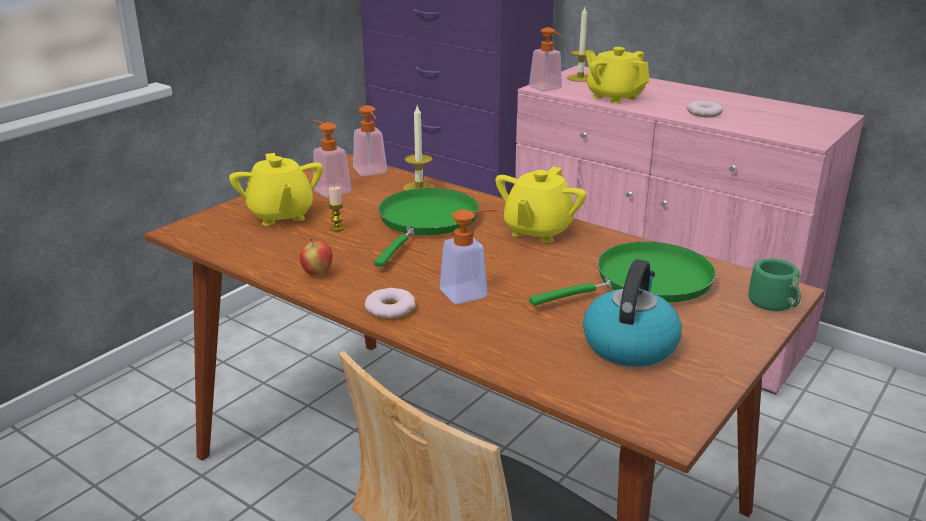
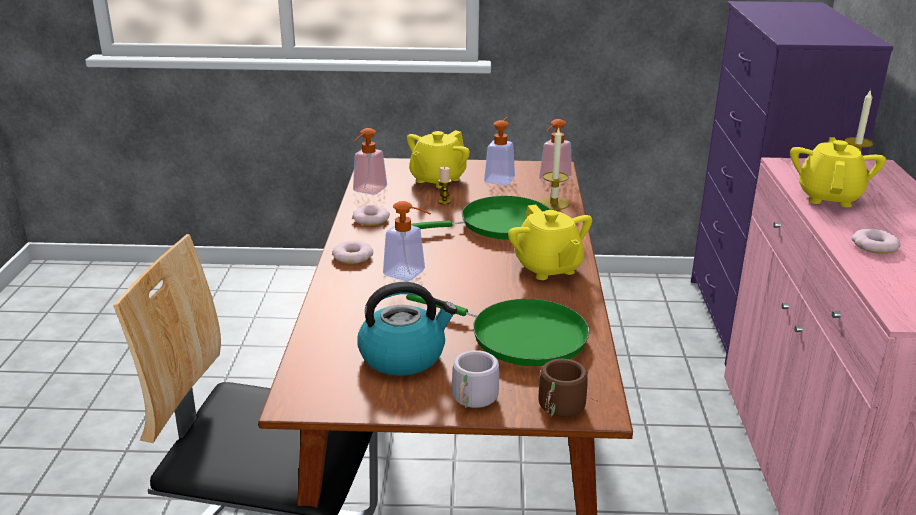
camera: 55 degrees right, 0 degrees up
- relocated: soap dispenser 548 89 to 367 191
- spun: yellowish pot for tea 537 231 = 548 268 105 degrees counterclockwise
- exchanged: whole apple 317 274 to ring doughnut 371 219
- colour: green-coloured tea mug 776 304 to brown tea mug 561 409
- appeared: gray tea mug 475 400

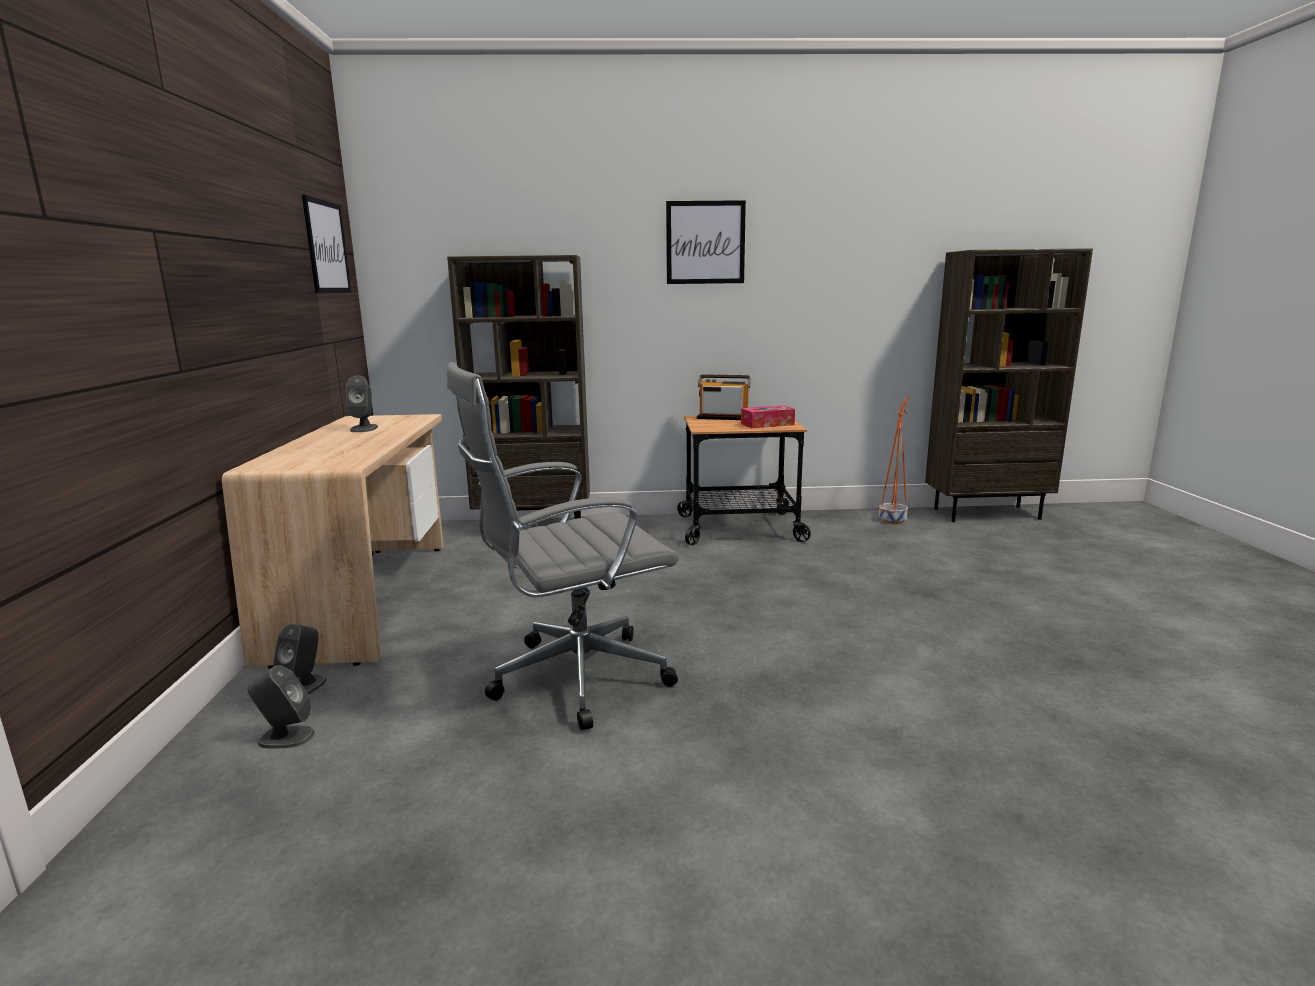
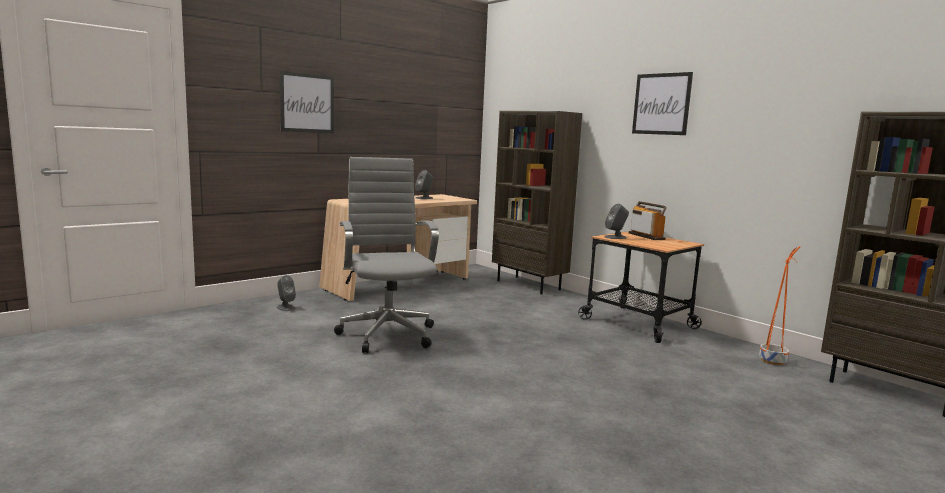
camera: 50 degrees right, 5 degrees down
- relocated: wall art 327 247 to 307 103
- spun: gray computer chair 572 679 = 387 333 45 degrees clockwise
- missing: tissue box 767 424
- relocated: gray speaker 304 687 to 615 237

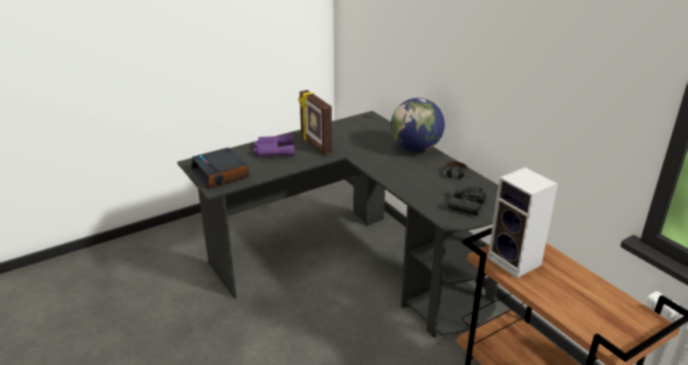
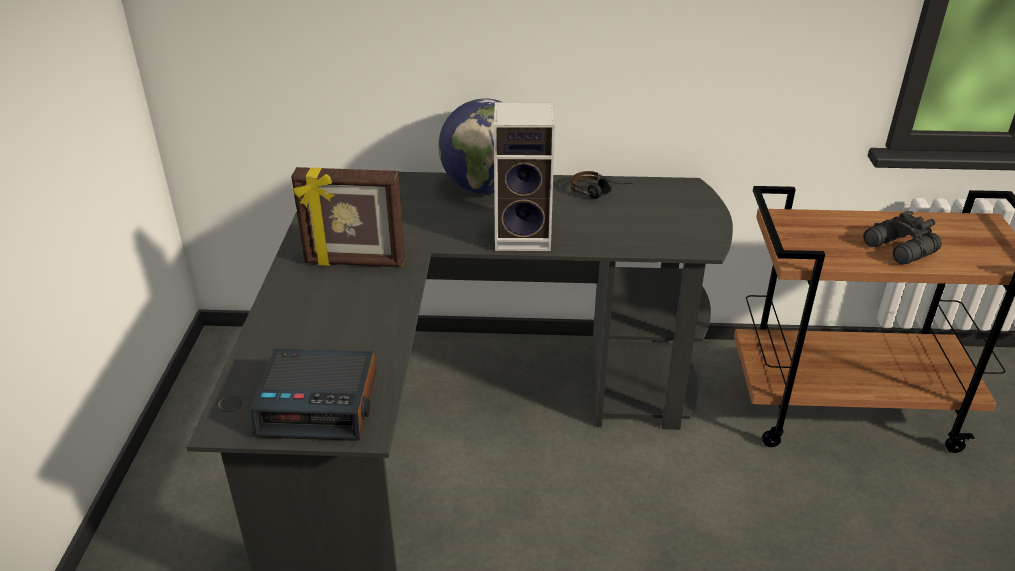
camera: 55 degrees left, 5 degrees up
- missing: purple pair of binoculars 273 150
- relocated: speaker 516 262 to 525 236
- relocated: black pair of binoculars 465 206 to 899 249

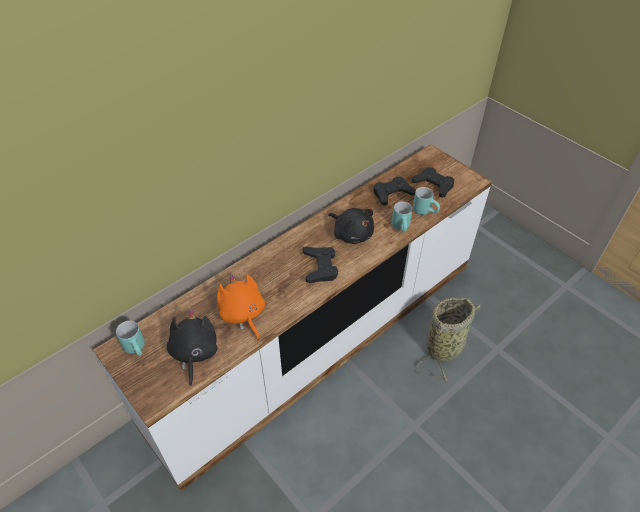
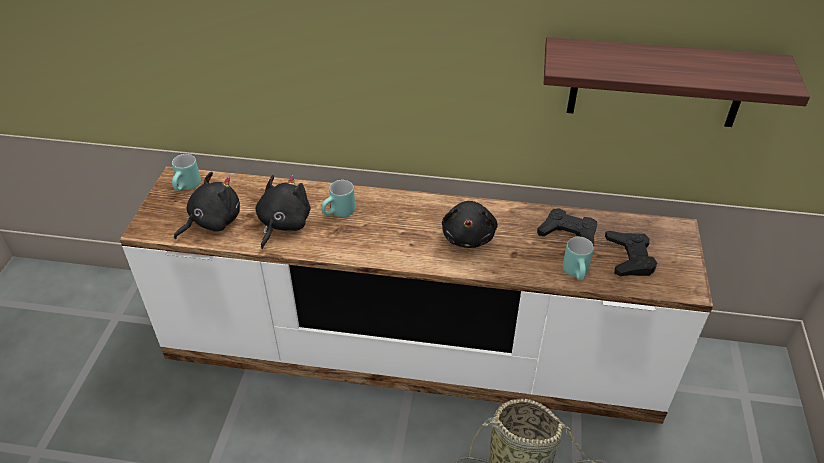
camera: 50 degrees right, 5 degrees down
- relocated: blue-green tea mug 402 227 to 340 214
- missing: black game controller 320 267
- colour: orange soft toy 243 315 to black soft toy 283 224
- appeared: wall shelf 657 83

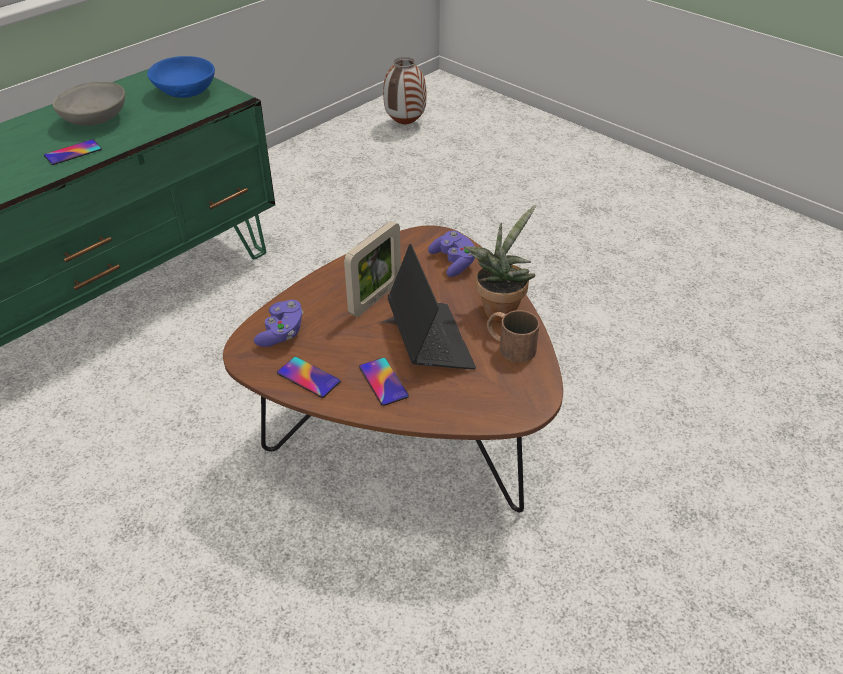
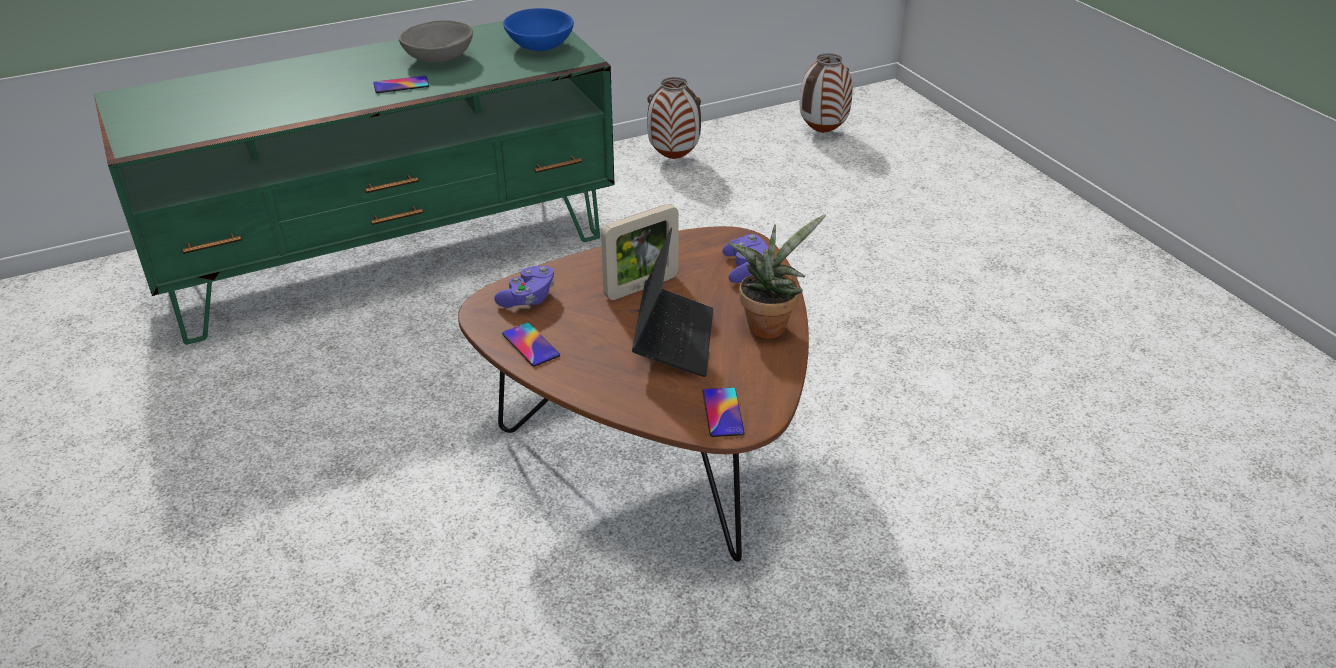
camera: 20 degrees right, 5 degrees down
- missing: brown tea mug 509 346
- relocated: telephone 383 382 to 723 412
- appeared: flower vase 674 158

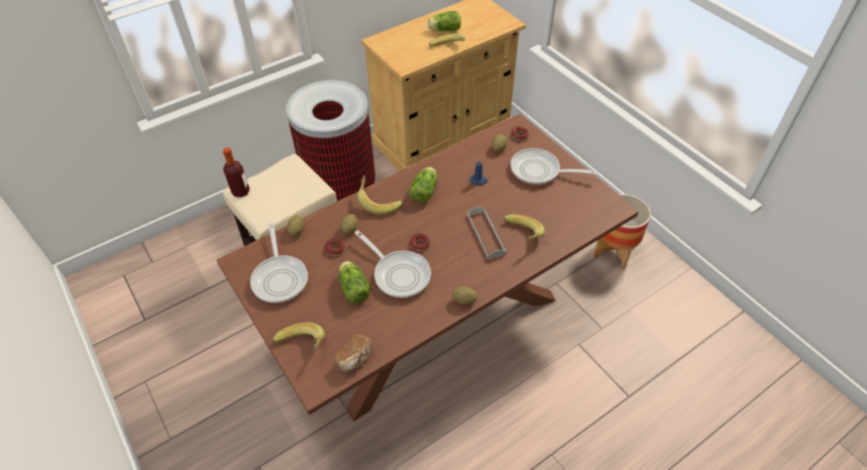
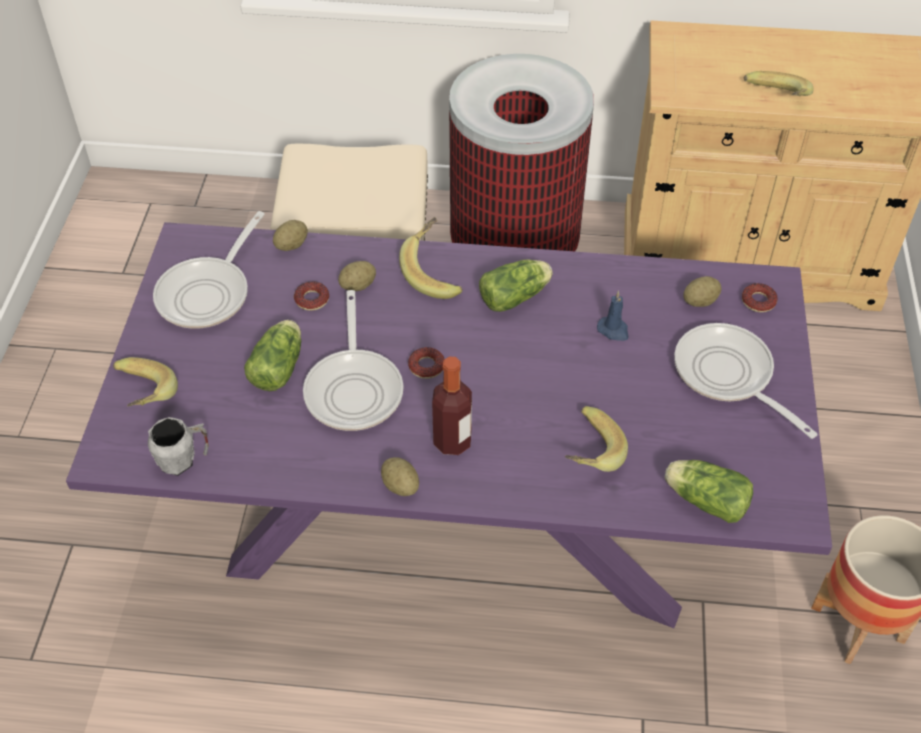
camera: 40 degrees right, 0 degrees up
- relocated: lettuce head 443 30 to 703 500
- colour: brown kitchen table 433 319 to purple kitchen table 461 521
- relocated: beverage bottle 241 192 to 452 441
- missing: gray carrying tray 486 234
- exchanged: baked bread 356 359 to gray tea mug 183 459

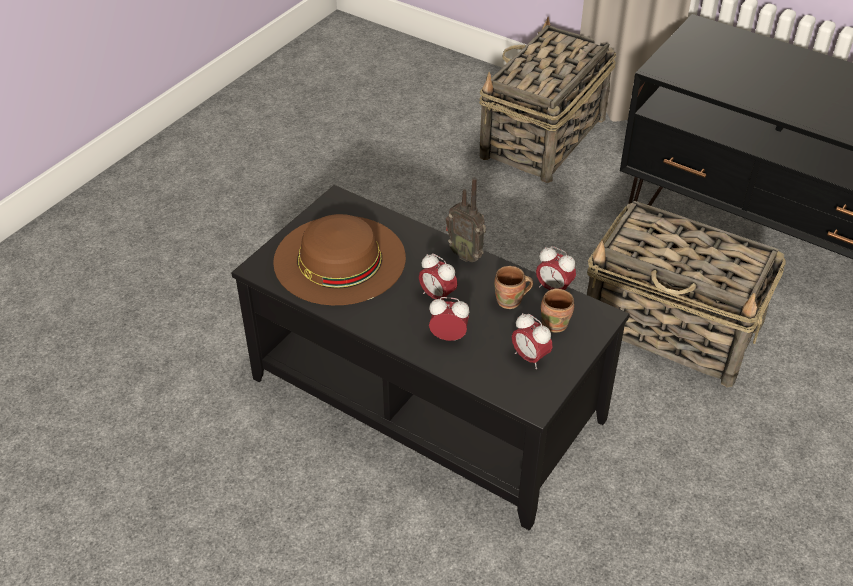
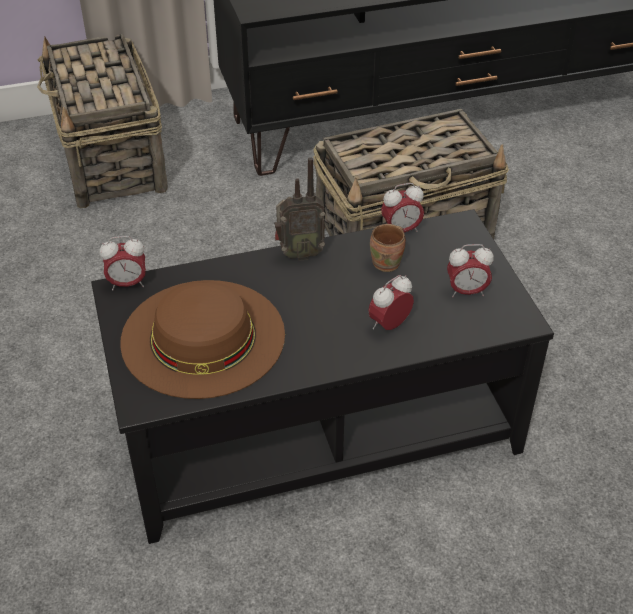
camera: 50 degrees left, 0 degrees up
- relocated: bedside clock 437 296 to 127 284
- missing: brown tea mug 556 323

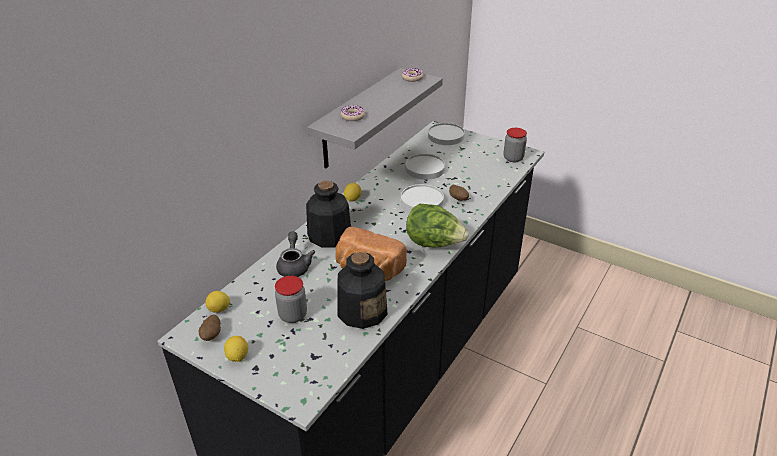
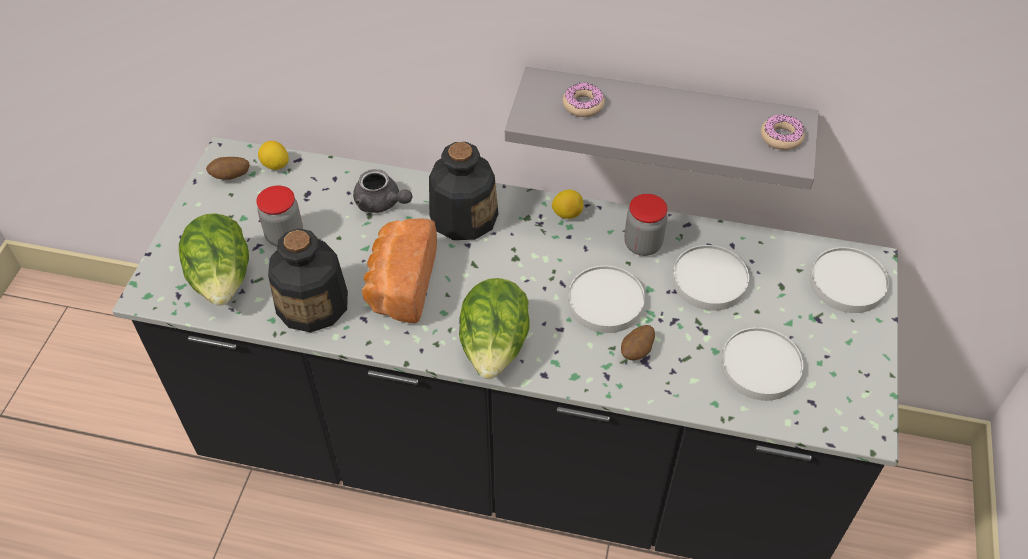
camera: 70 degrees right, 15 degrees up
- relocated: storage jar 513 158 to 642 244
- spun: gray pot for tea 294 265 = 381 203 60 degrees clockwise
- missing: whole lemon 237 356
- appeared: lettuce head 223 280
- appeared: whitish flat dish 759 367

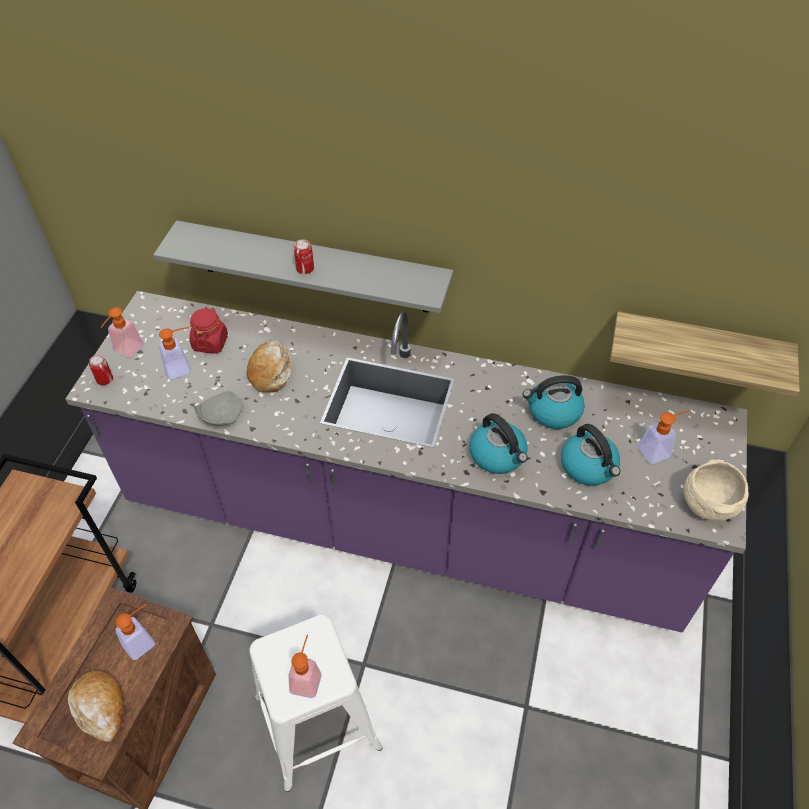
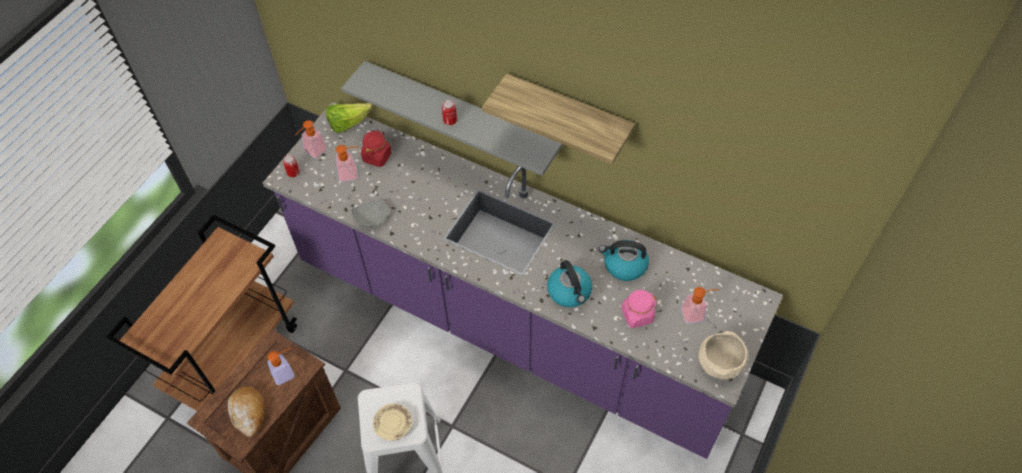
camera: 15 degrees right, 5 degrees up
- relocated: wall shelf 697 349 to 568 115
- missing: baked bread 270 371
- exchanged: kettle 589 467 to pink-coloured storage jar 637 315
- exchanged: soap dispenser 307 677 to beige flat dish 393 425
- appeared: lettuce head 348 123

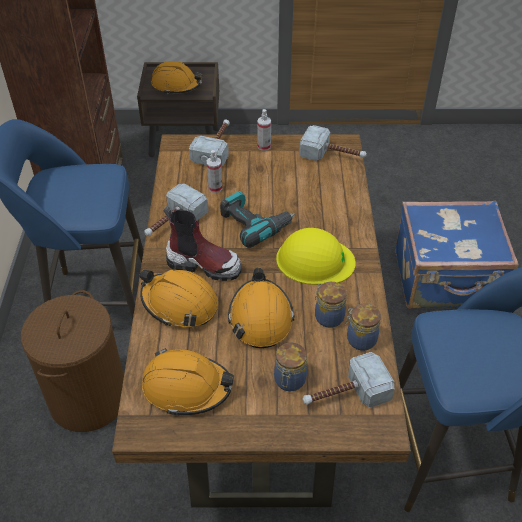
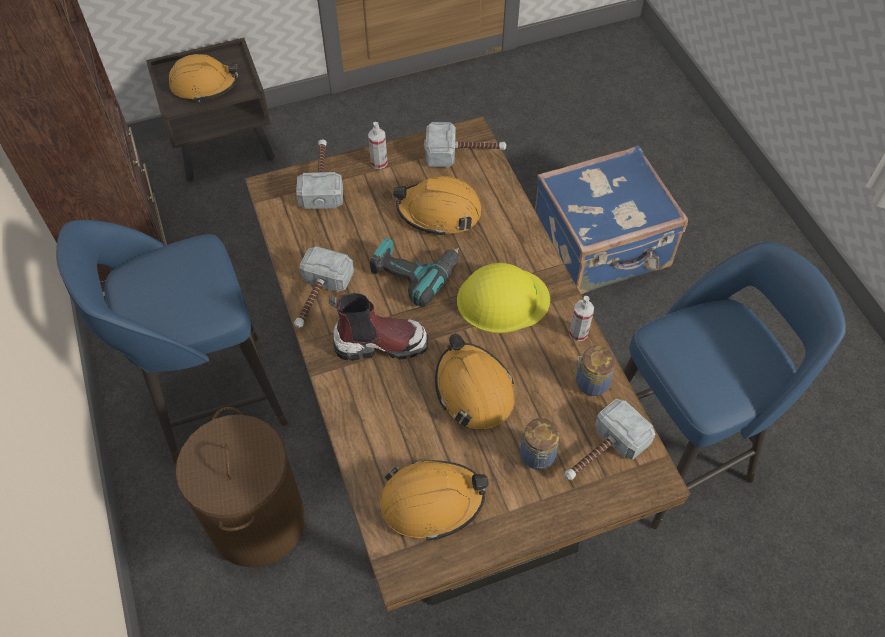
camera: 20 degrees left, 10 degrees up
- relocated: spray bottle 215 188 to 578 333
- relocated: orange hard hat 179 304 to 439 212
- missing: storage jar 328 317

